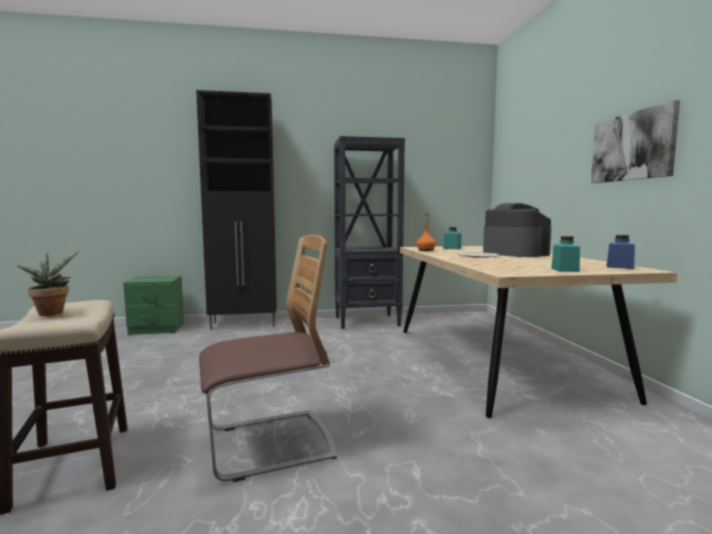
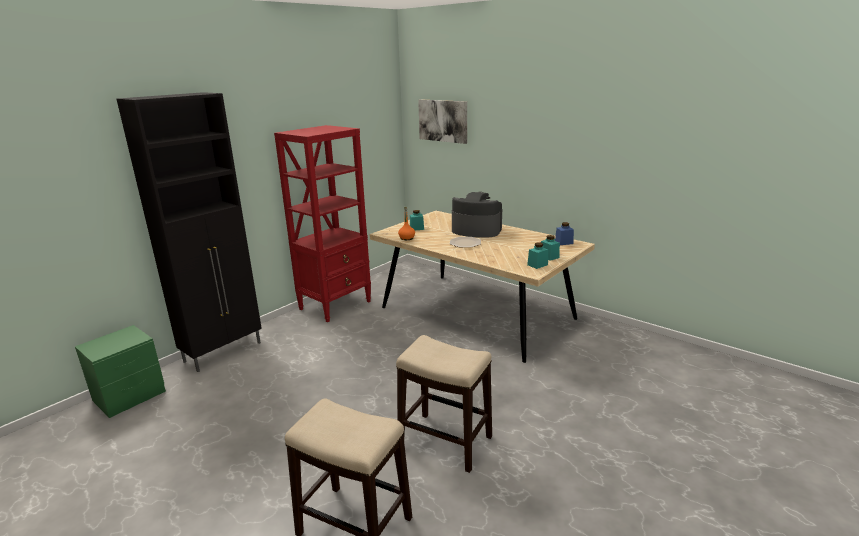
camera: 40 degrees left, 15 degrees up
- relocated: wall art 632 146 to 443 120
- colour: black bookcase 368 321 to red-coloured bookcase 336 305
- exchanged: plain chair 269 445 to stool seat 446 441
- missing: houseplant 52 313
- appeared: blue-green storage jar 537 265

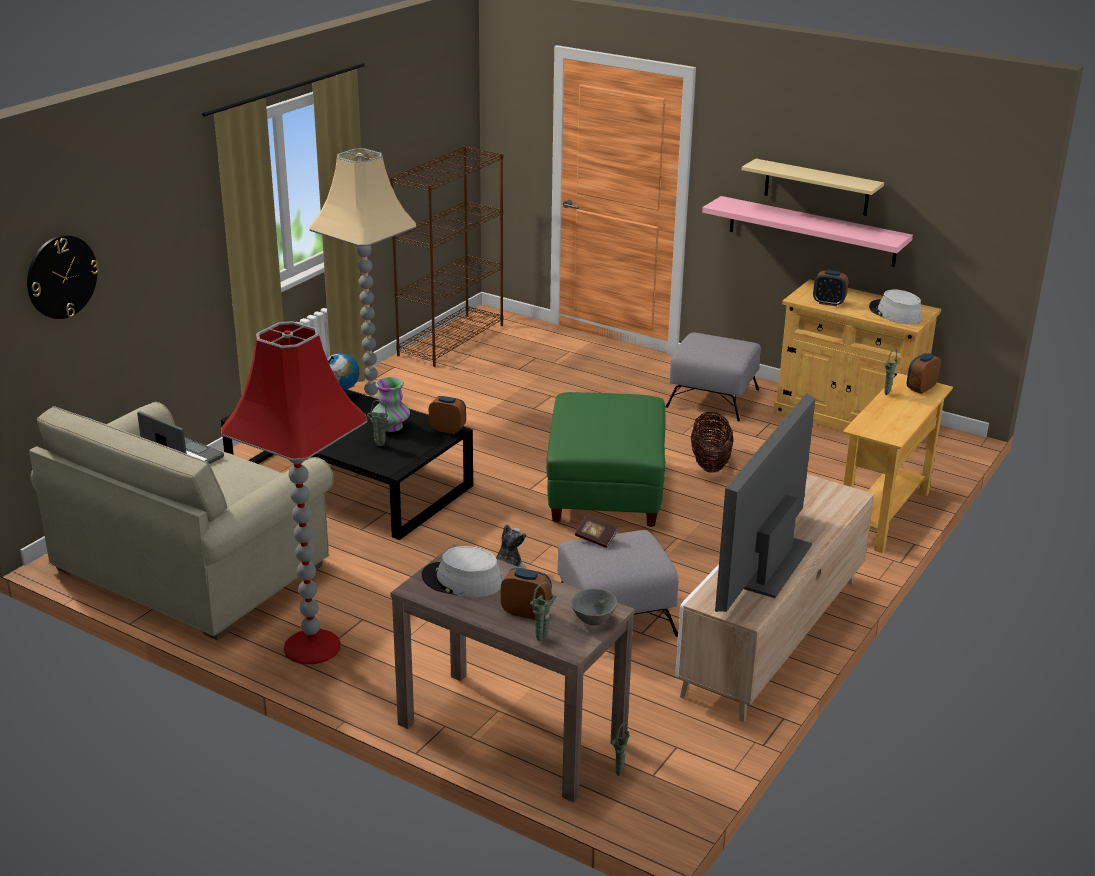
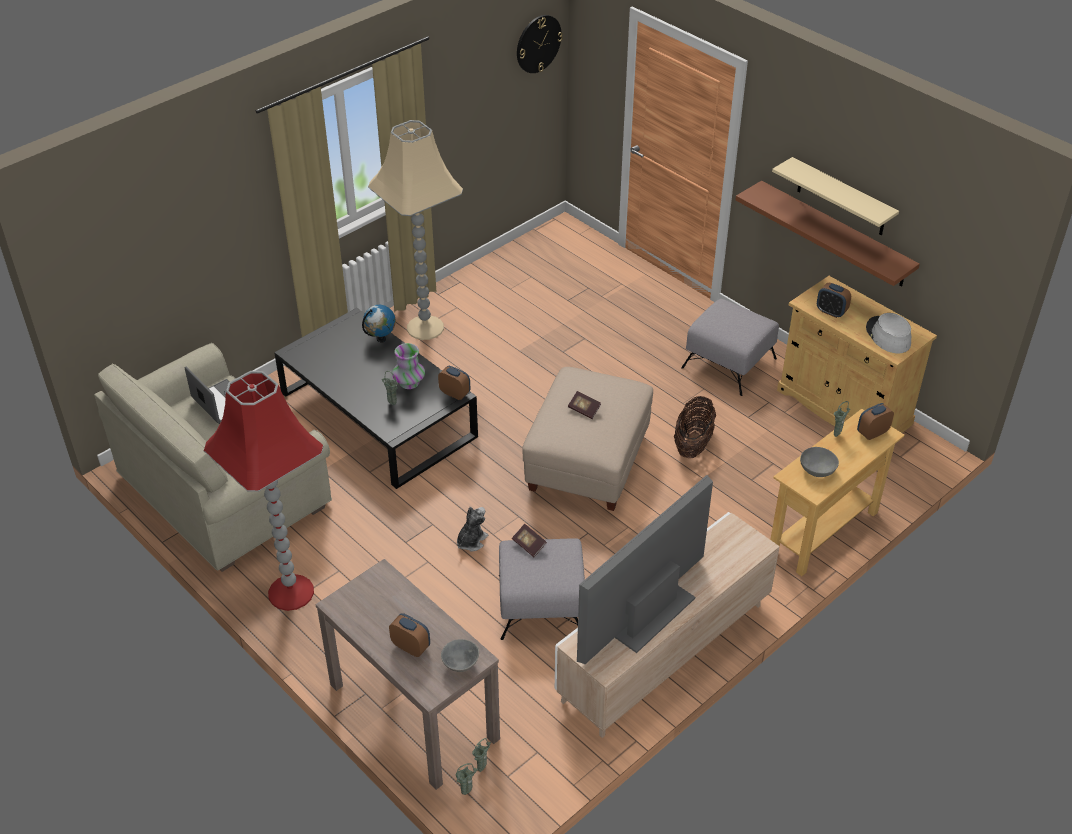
camera: 15 degrees right, 15 degrees up
- missing: brown bookcase 451 340
- colour: pink-coloured wall shelf 811 231 to brown wall shelf 835 234
- relocated: wall clock 61 276 to 538 43
- colour: green-coloured ottoman 606 492 to beige ottoman 588 463
- missing: gray clothing hat 461 581
- relocated: green-coloured flower vase 543 638 to 468 792
- appeared: volume 584 409
- appeared: gray serving bowl 817 470

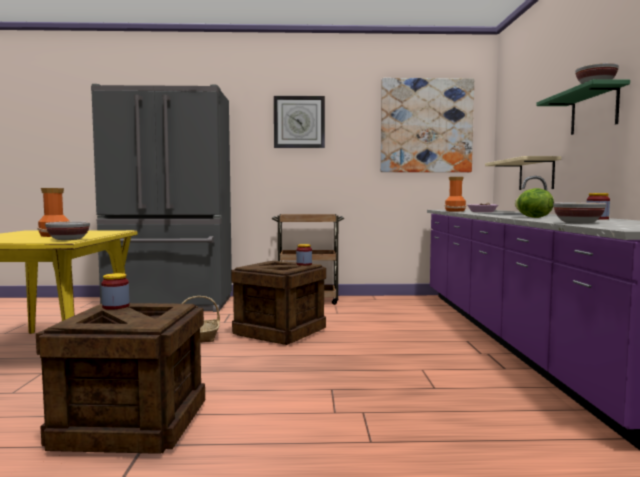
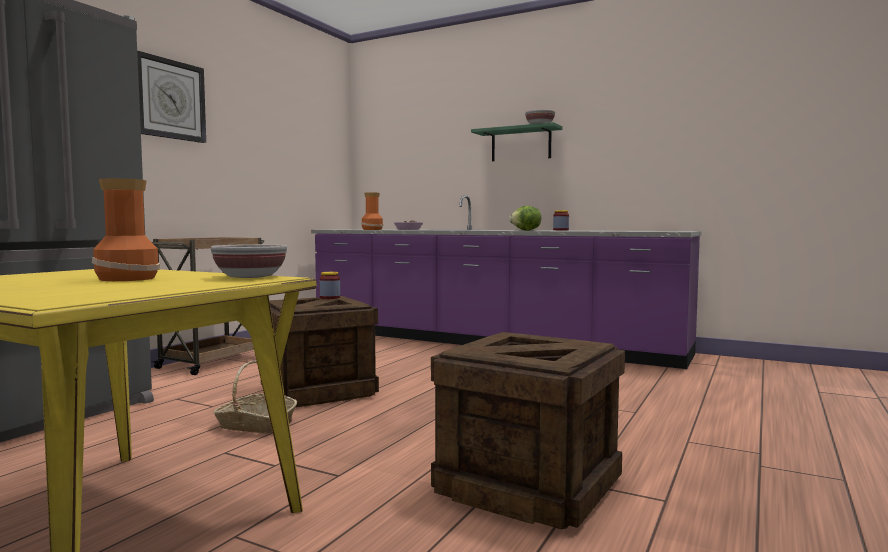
camera: 60 degrees left, 0 degrees up
- missing: wall art 426 126
- missing: beige wall shelf 536 174
- missing: serving bowl 577 223
- missing: storage jar 116 306

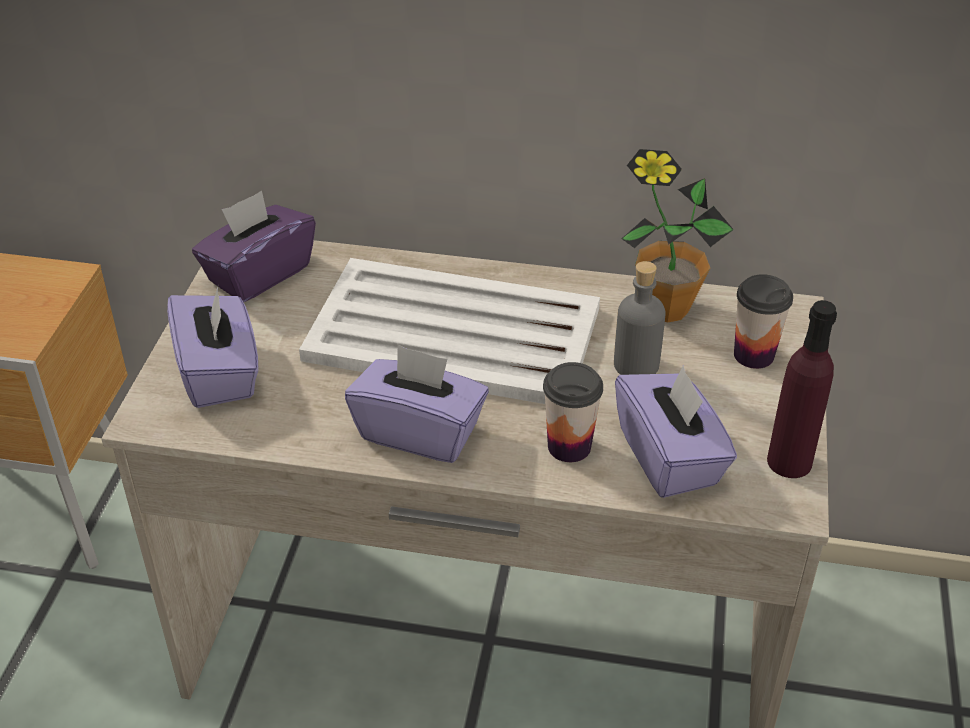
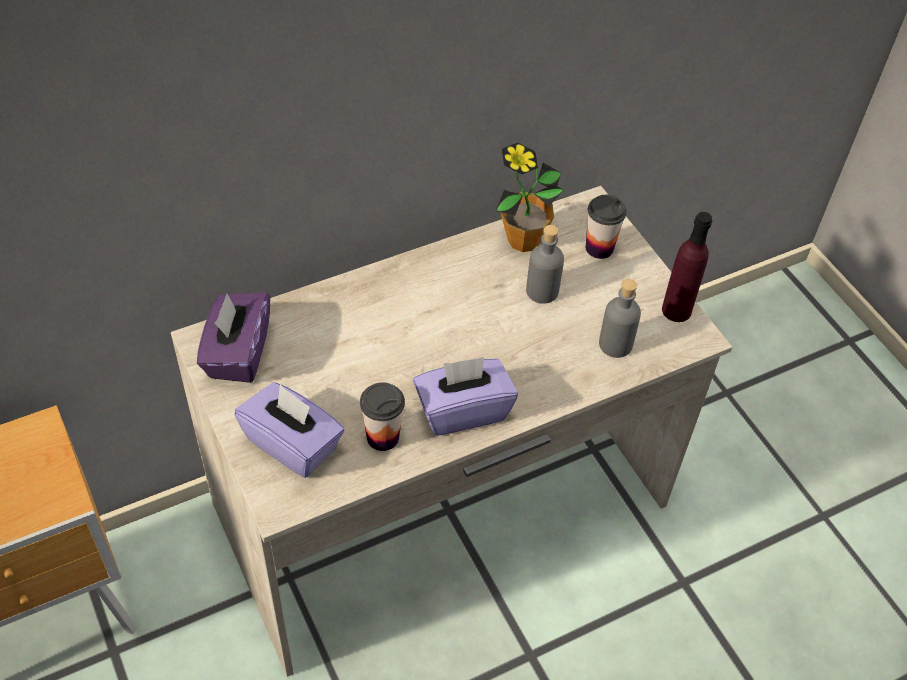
camera: 40 degrees left, 10 degrees up
- missing: whitish carrying tray 456 335
- relocated: drinking cup 569 446 to 382 437
- exchanged: purple tissue box 670 458 to gray beverage bottle 615 344

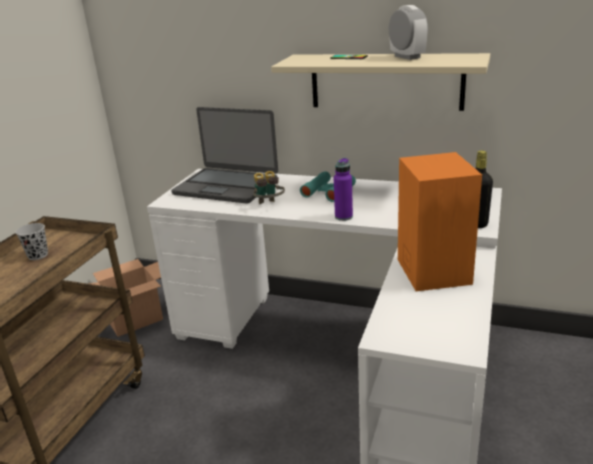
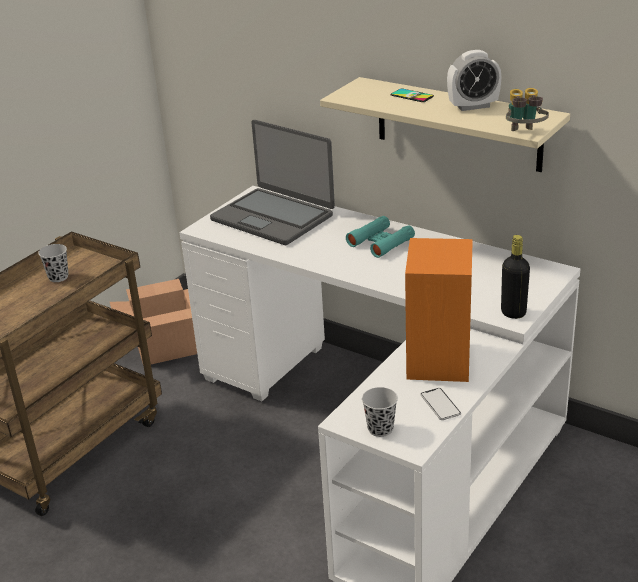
camera: 15 degrees right, 5 degrees up
- spun: bedside clock 407 57 = 473 106 90 degrees clockwise
- missing: purple beverage bottle 343 217
- relocated: pair of binoculars 269 205 to 524 134
- appeared: black drinking cup 380 429
- appeared: telephone 440 405

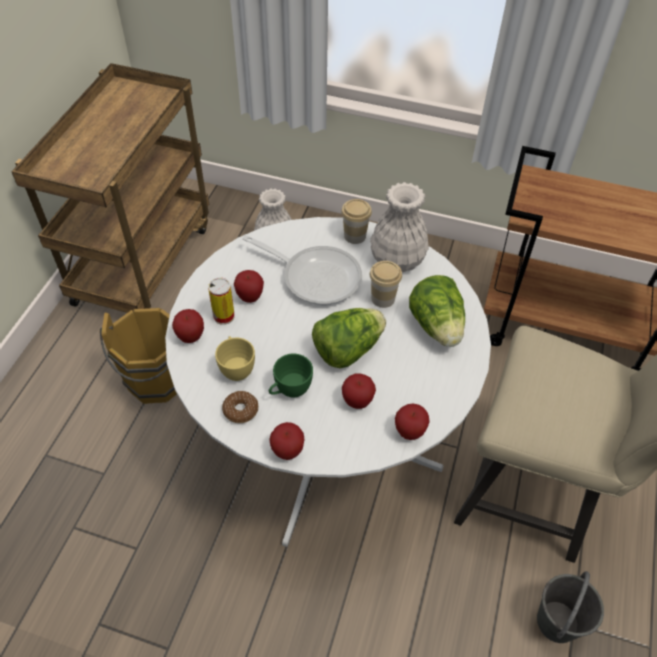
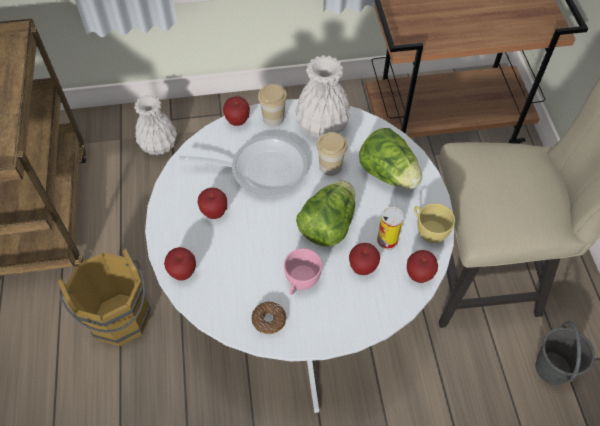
camera: 25 degrees left, 5 degrees up
- relocated: metal can 224 316 to 387 240
- relocated: yellowish drinking cup 236 368 to 428 231
- colour: green-coloured drinking cup 289 390 to pink-coloured drinking cup 300 283
- relocated: whole apple 287 451 to 237 121

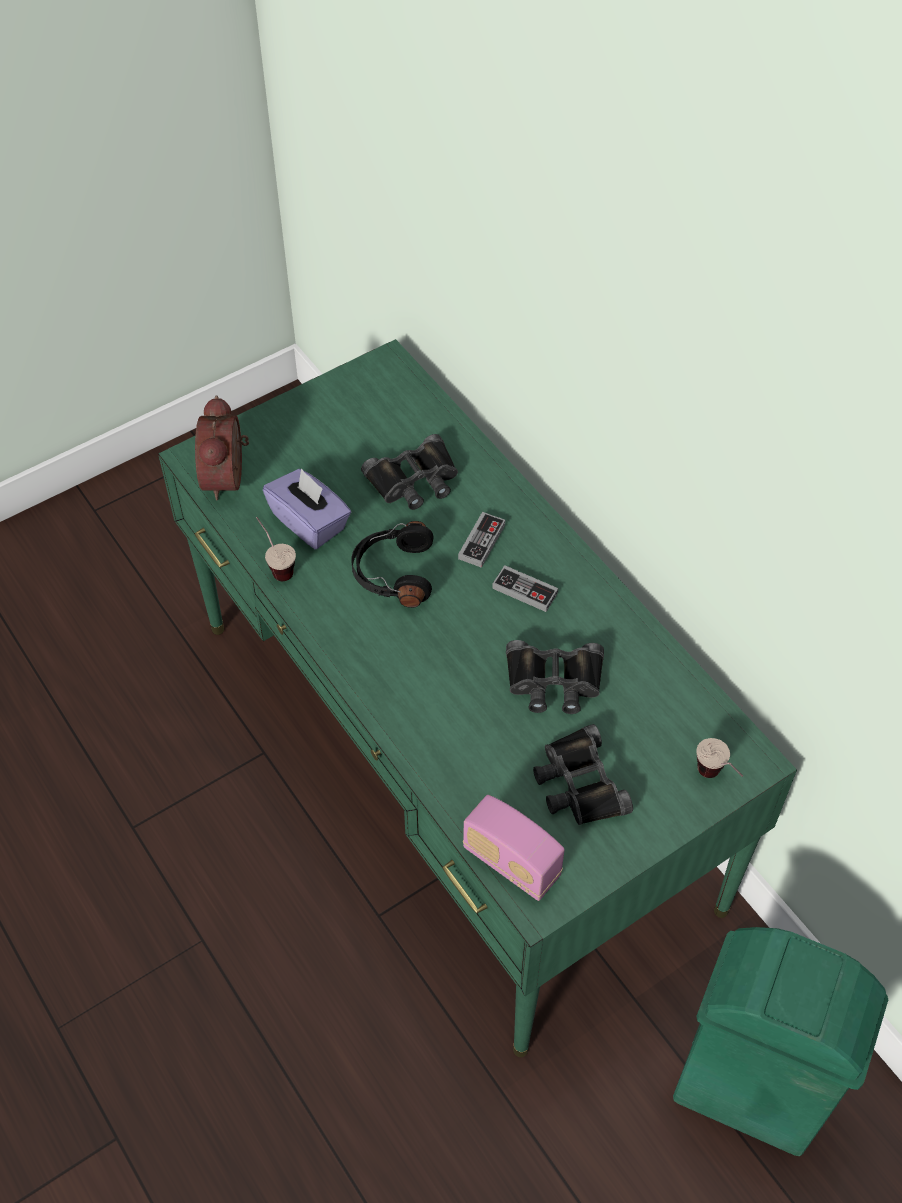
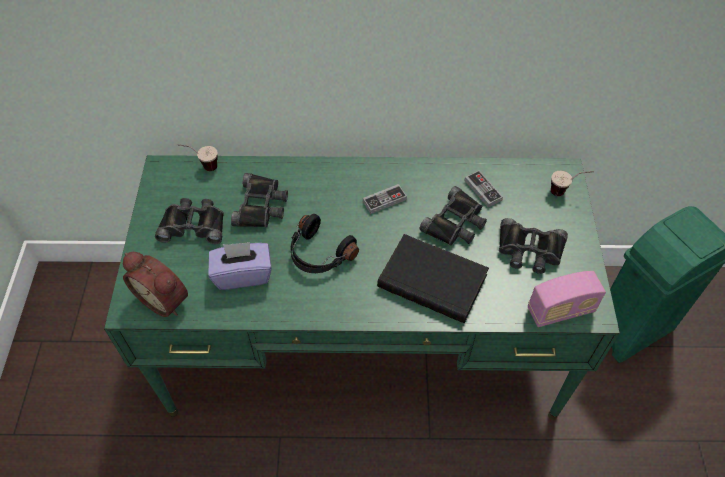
camera: 55 degrees left, 0 degrees up
- relocated: game controller 481 542 to 483 190
- relocated: drinking cup 276 565 to 202 166
- appeared: black pair of binoculars 193 225
- appeared: black volume 434 280

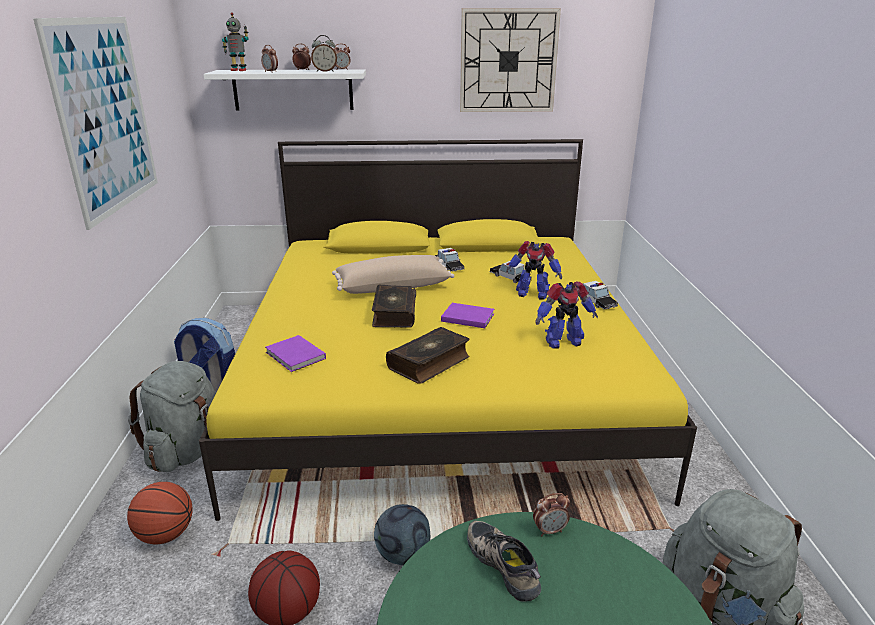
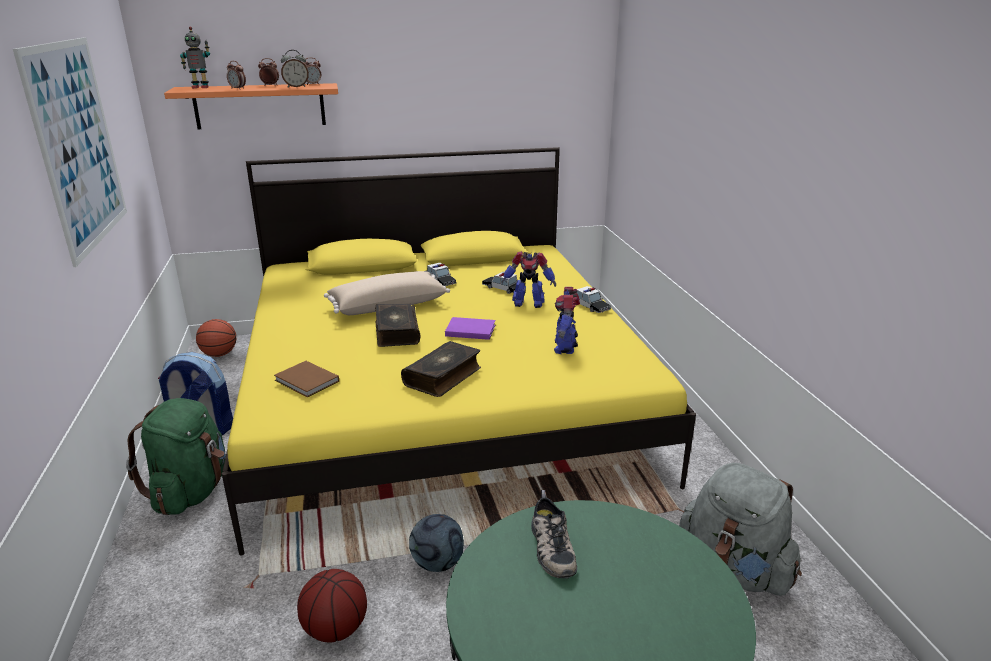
camera: 10 degrees left, 0 degrees up
- missing: wall clock 508 61
- colour: whitish wall shelf 293 90 to orange wall shelf 260 106
- spun: toy robot 562 342 = 565 346 120 degrees clockwise
- colour: purple volume 295 356 to brown volume 307 382
- colour: gray rucksack 187 450 to green-coloured rucksack 191 491
- relocated: basketball 165 535 to 219 354
- missing: bedside clock 550 530
- spun: low shoe 505 564 = 550 547 150 degrees counterclockwise

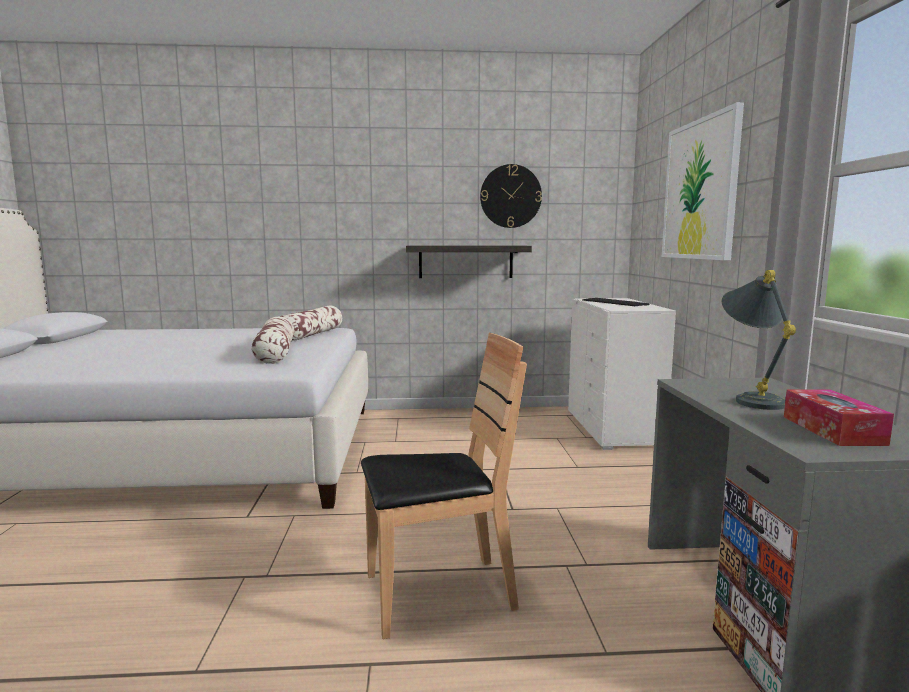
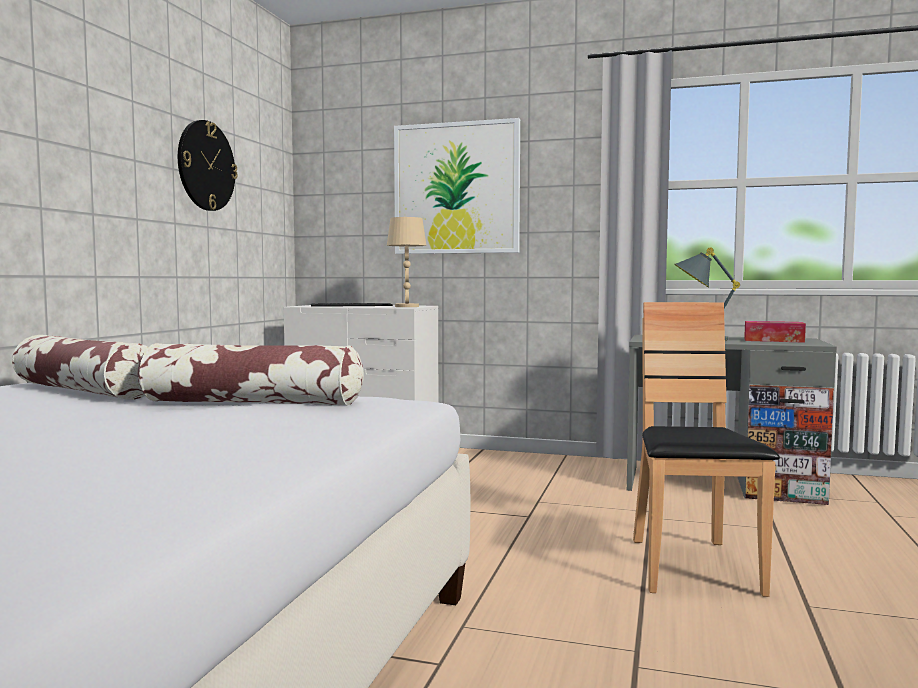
camera: 70 degrees left, 5 degrees down
- missing: wall shelf 465 261
- appeared: beige lamp for a table 407 306

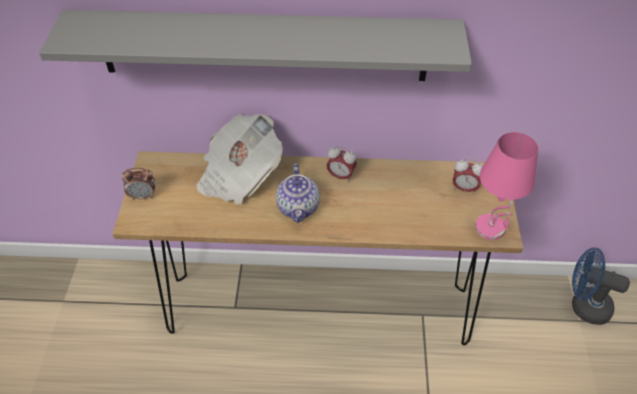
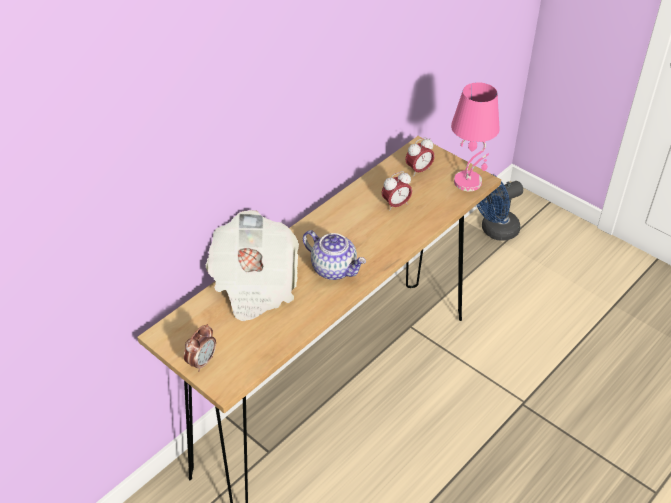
camera: 50 degrees left, 5 degrees down
- missing: gray wall shelf 263 46
- relocated: bedside clock 340 176 to 396 205

